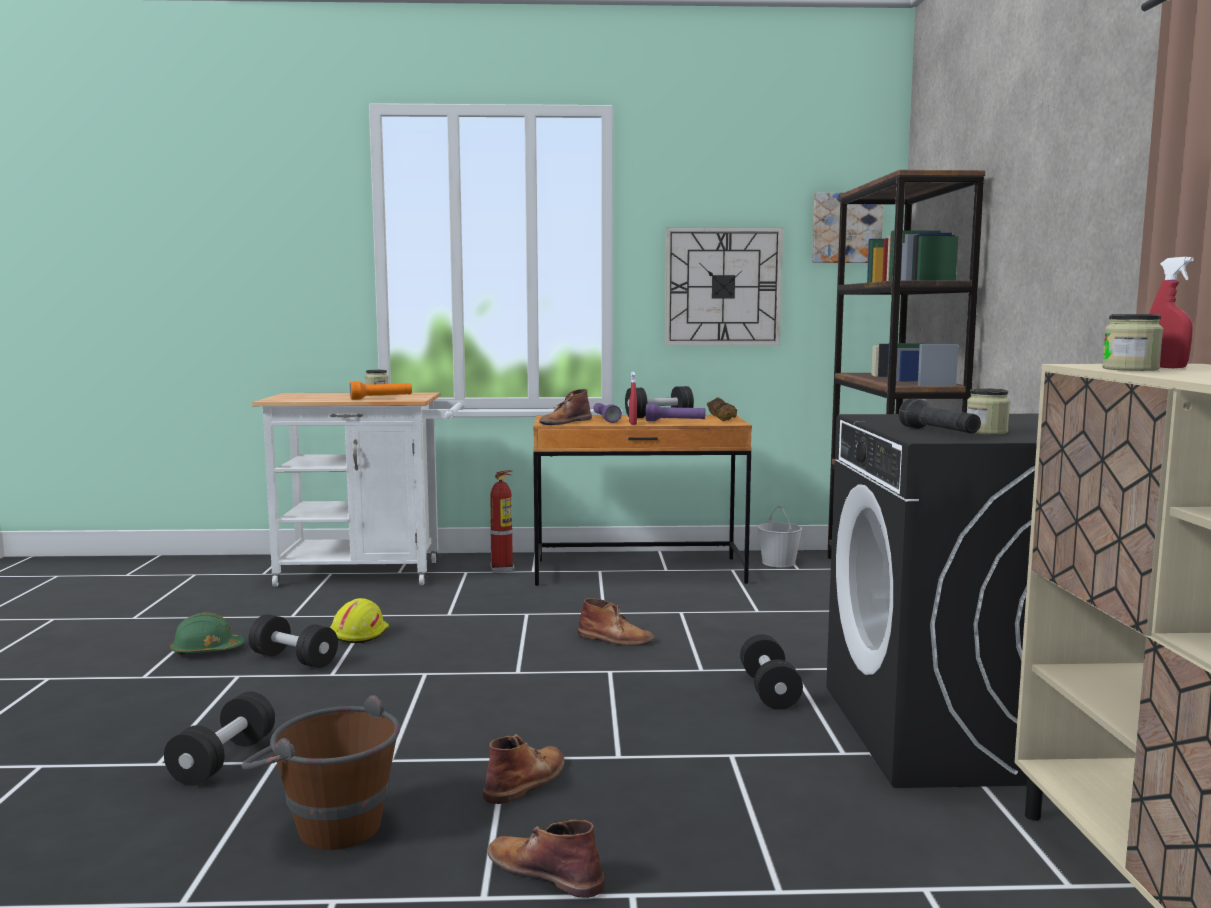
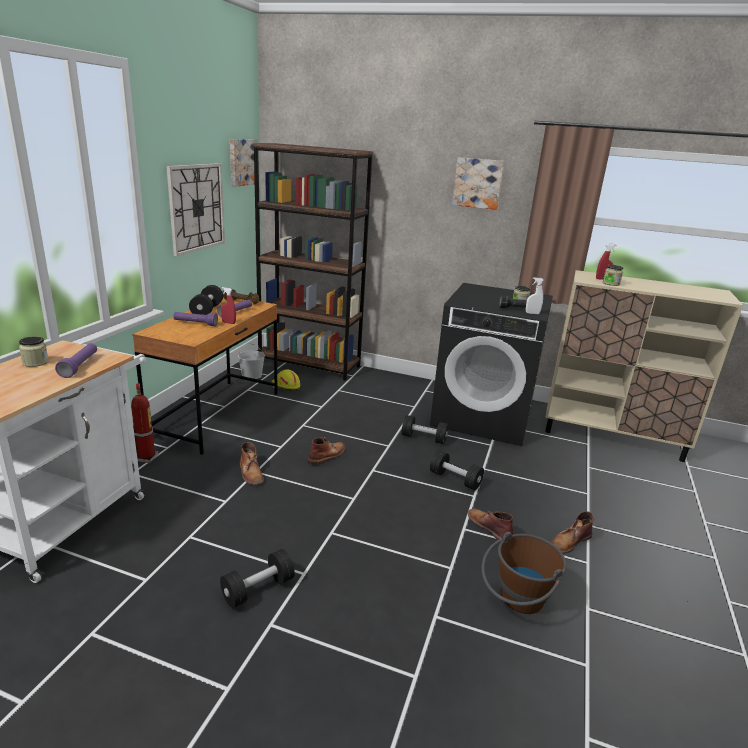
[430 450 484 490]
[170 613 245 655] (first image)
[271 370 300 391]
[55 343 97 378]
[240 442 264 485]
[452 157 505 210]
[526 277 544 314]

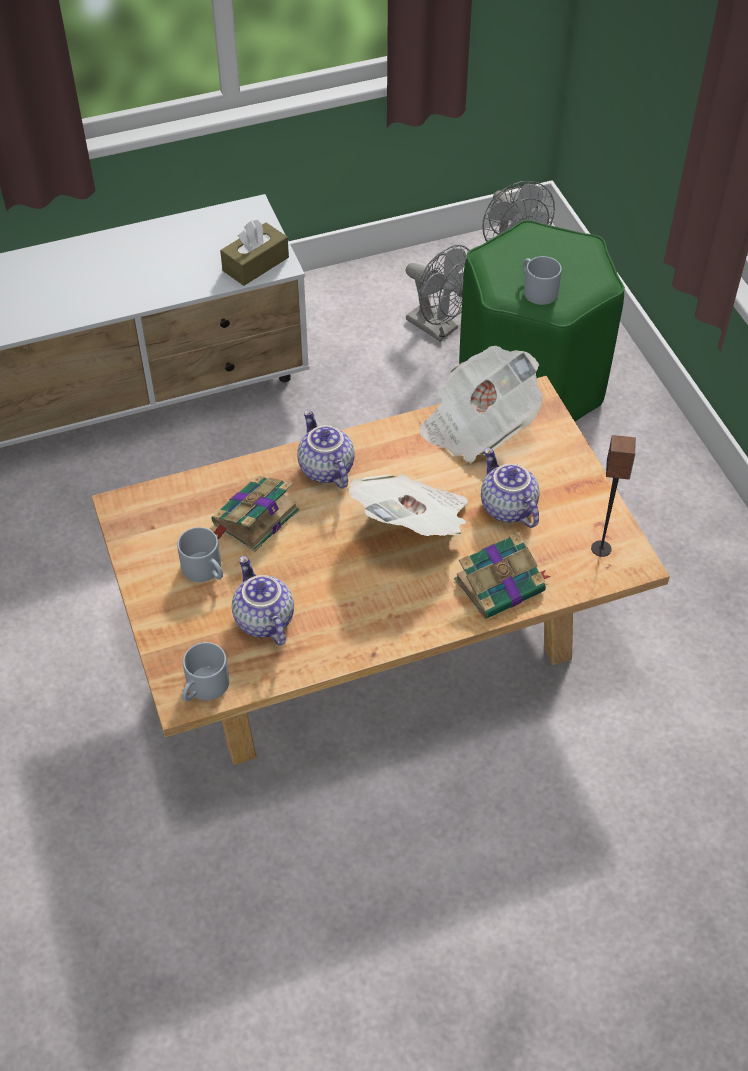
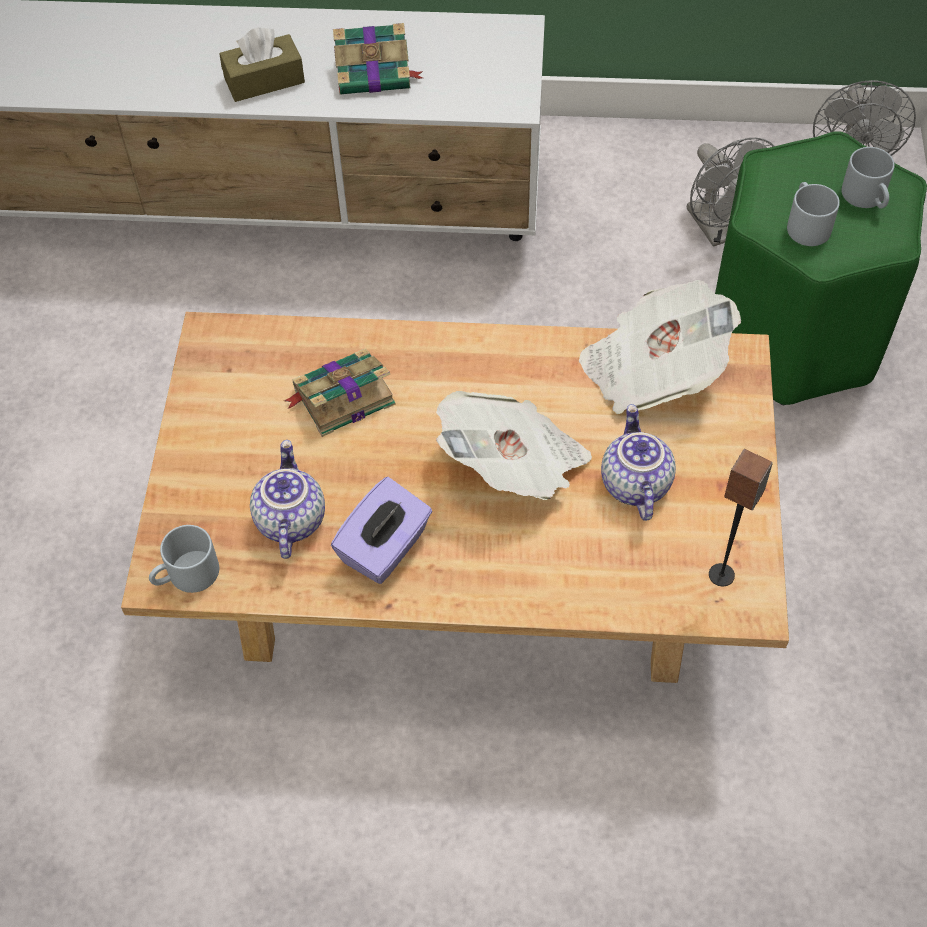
[842 147 895 209]
[219 27 305 102]
[297 410 354 489] (first image)
[333 23 423 95]
[331 477 432 584]

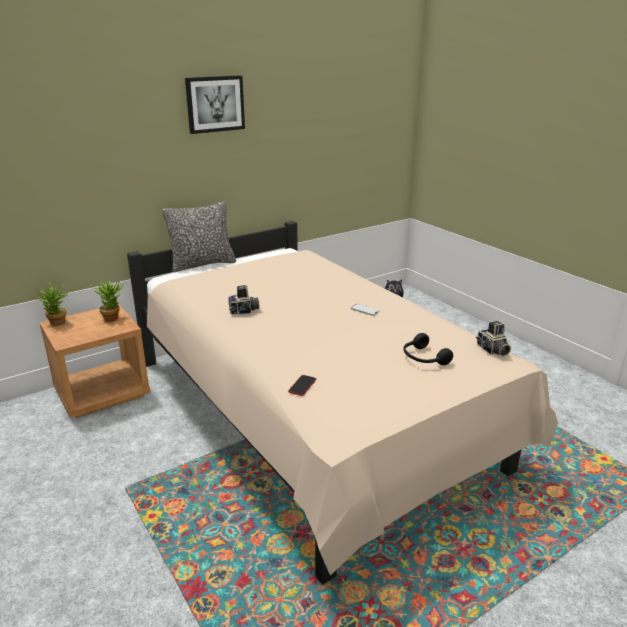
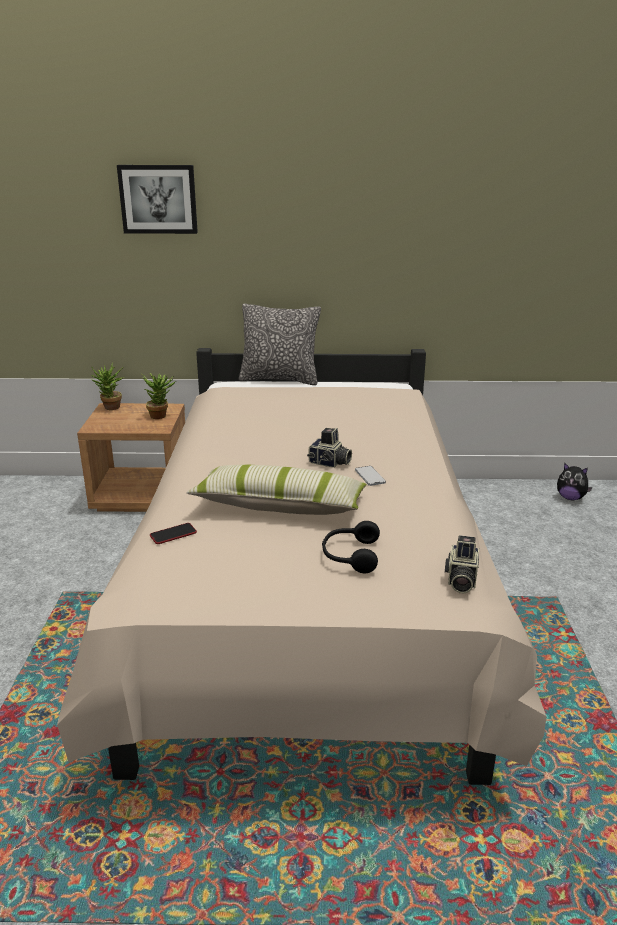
[117 165 198 234]
[307 428 352 468]
[186 464 366 515]

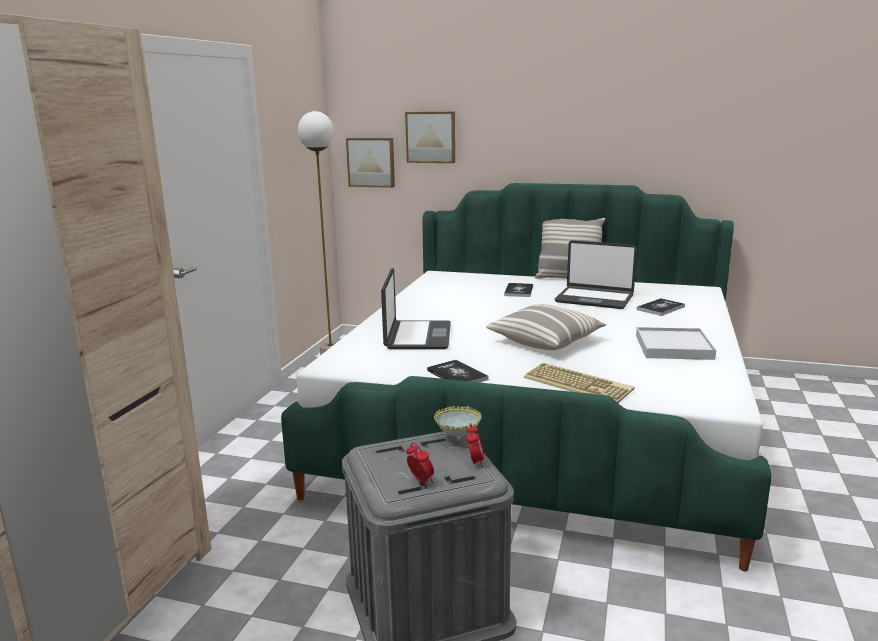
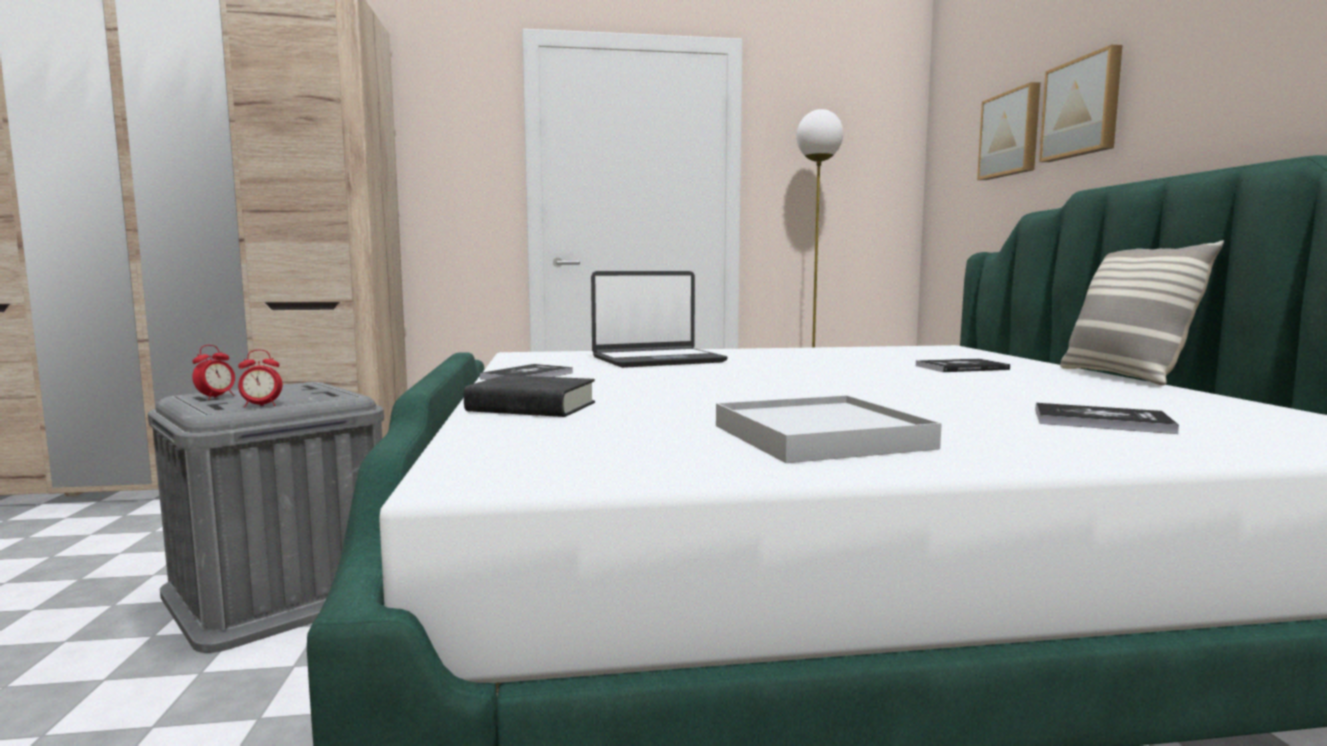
[1039 45 1122 162]
[434 406 482 439] (first image)
[486 304 607 350] (first image)
[464 375 595 417]
[555 240 637 309] (first image)

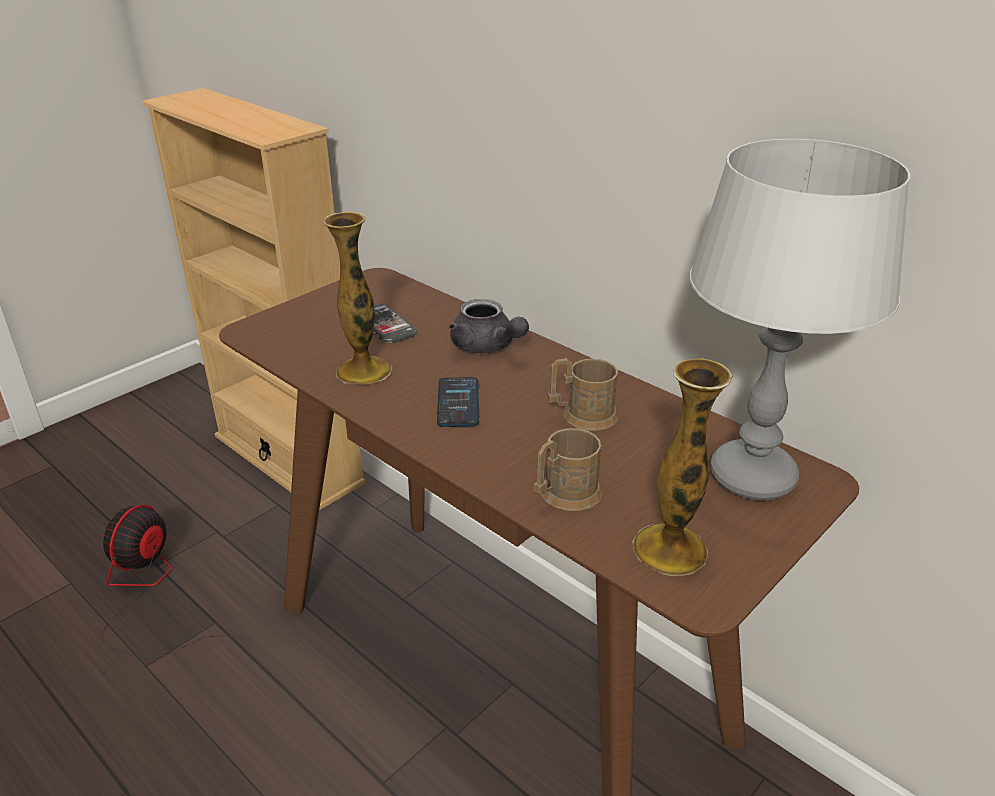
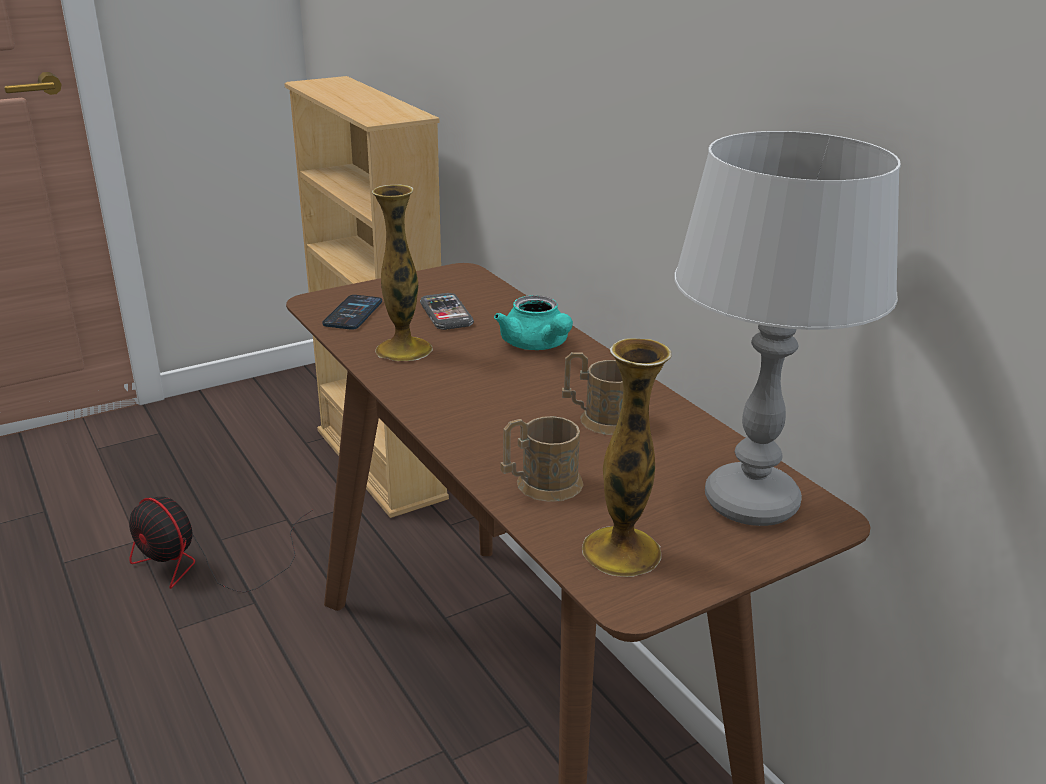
[129 497 313 593]
[322 295 382 330]
[494 295 573 350]

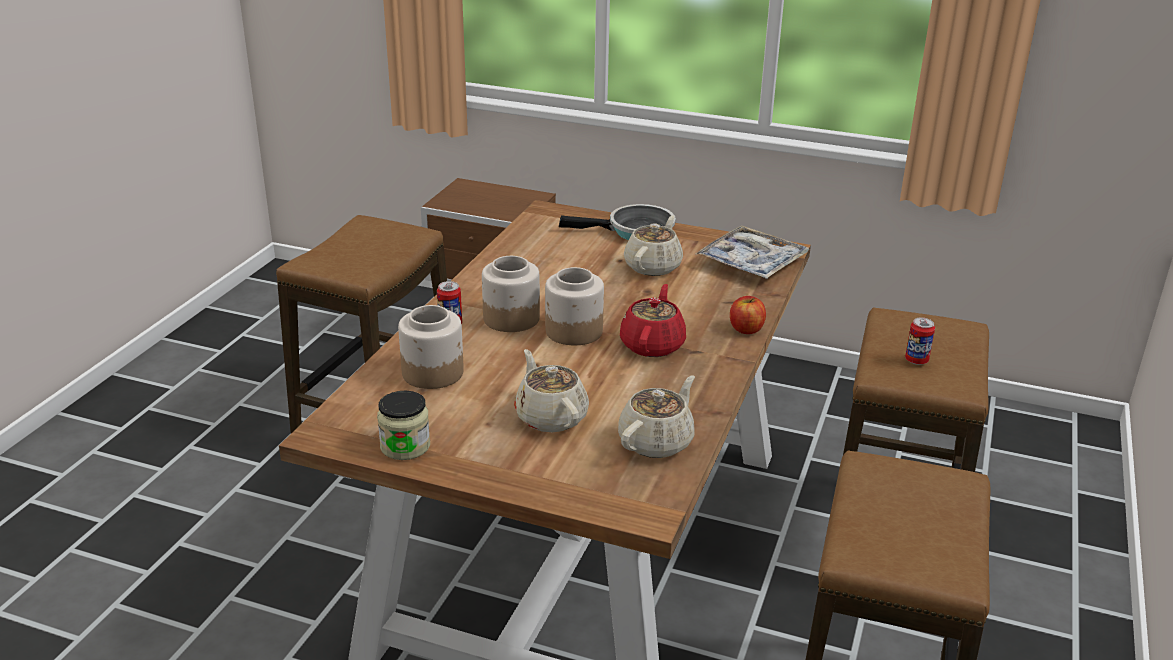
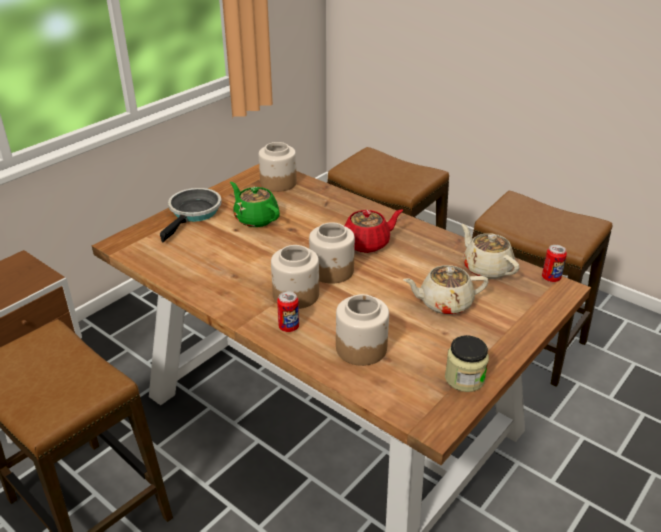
[345 209 403 253]
[230 182 280 227]
[259 142 297 192]
[730 296 766 334] (first image)
[542 245 567 282]

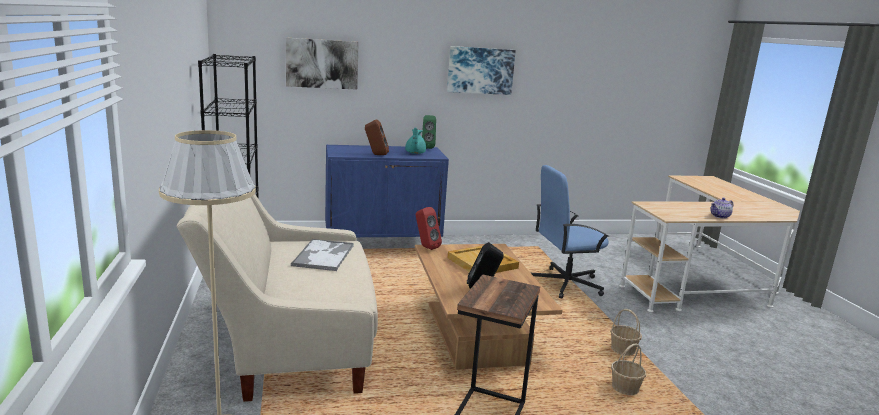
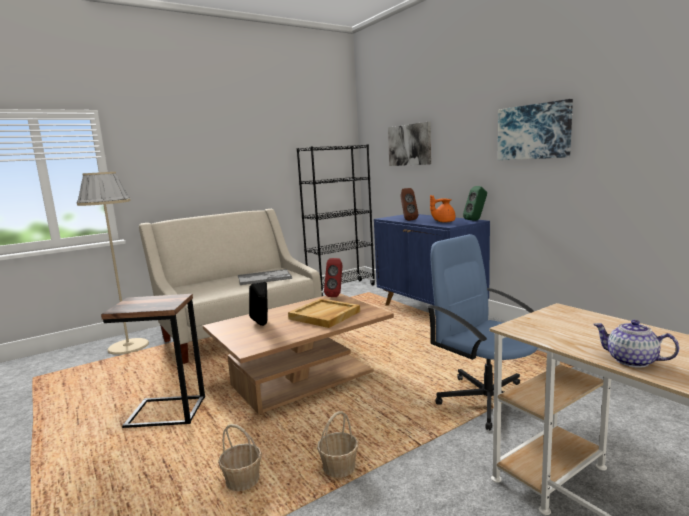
[430 195 456 223]

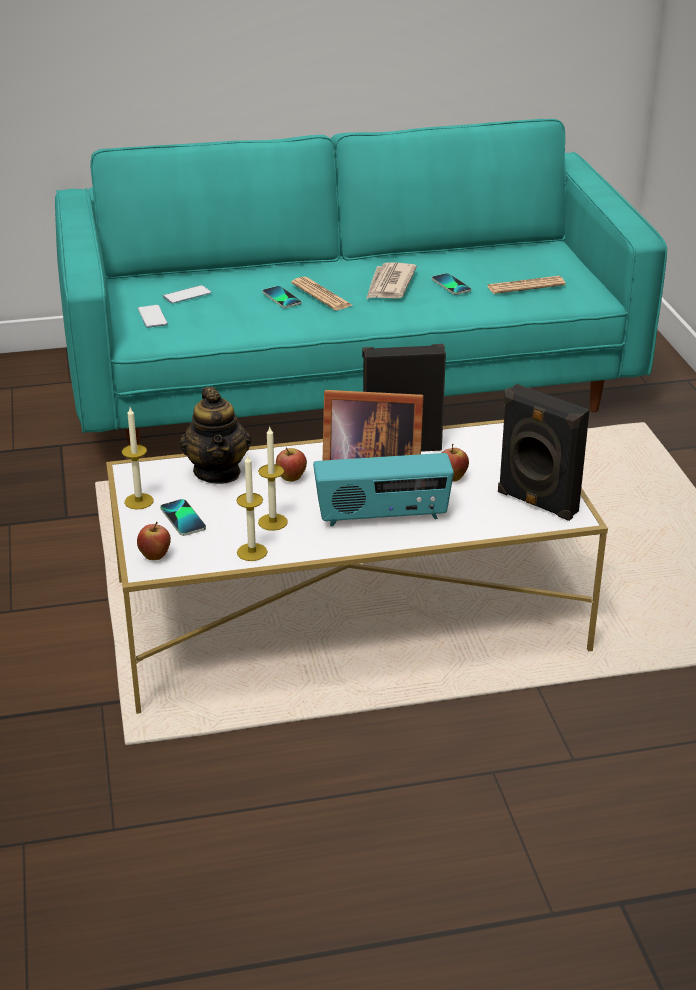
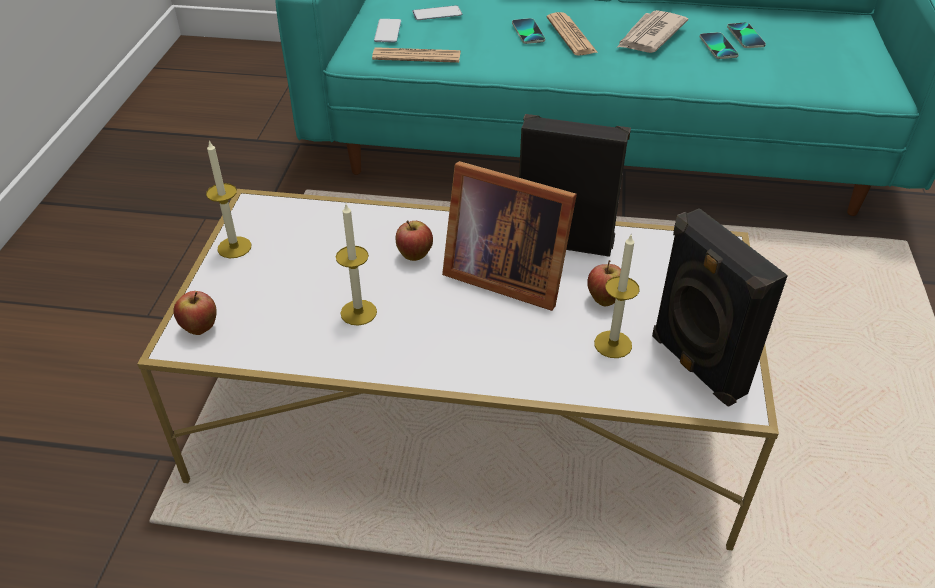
[727 23 766 48]
[180 387 251 484] (first image)
[594 235 640 358]
[313 453 454 526] (first image)
[372 47 461 63]

